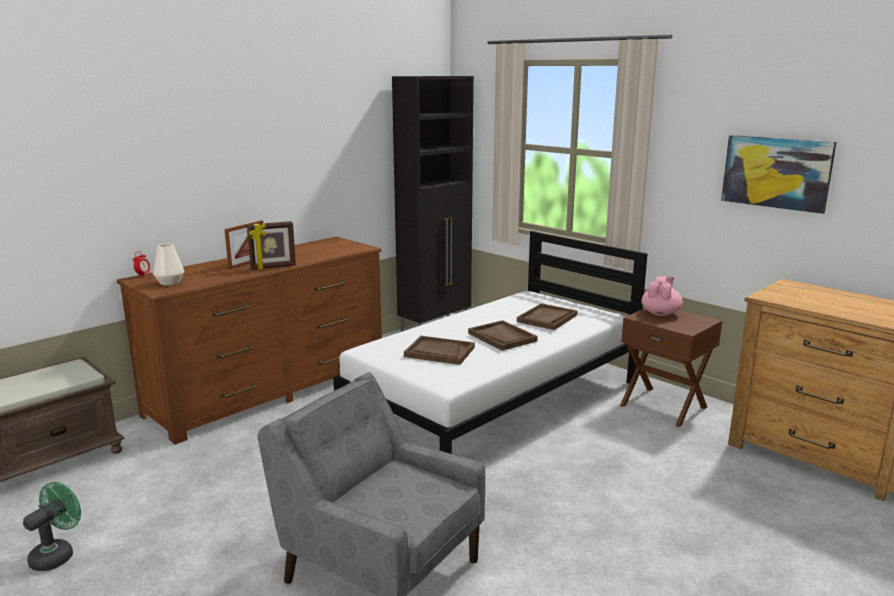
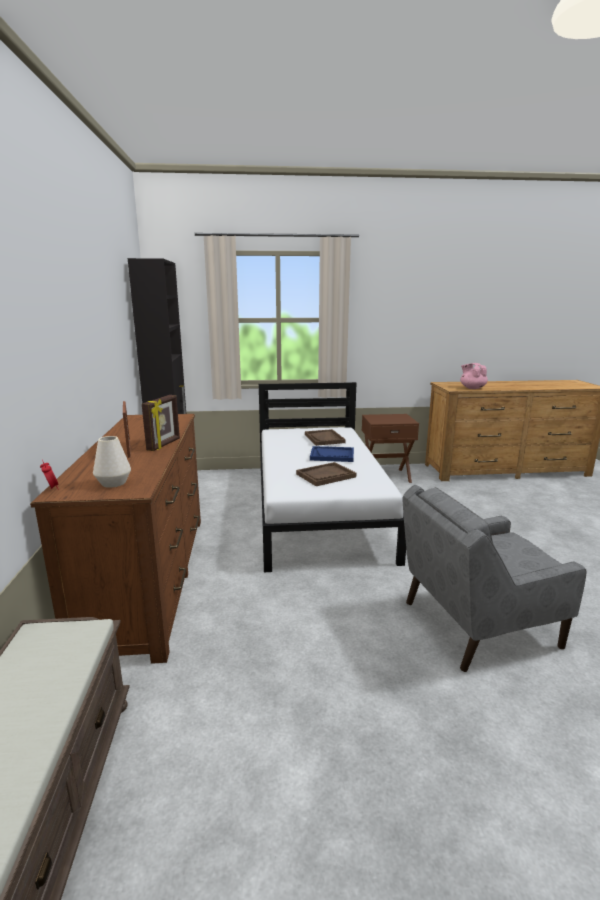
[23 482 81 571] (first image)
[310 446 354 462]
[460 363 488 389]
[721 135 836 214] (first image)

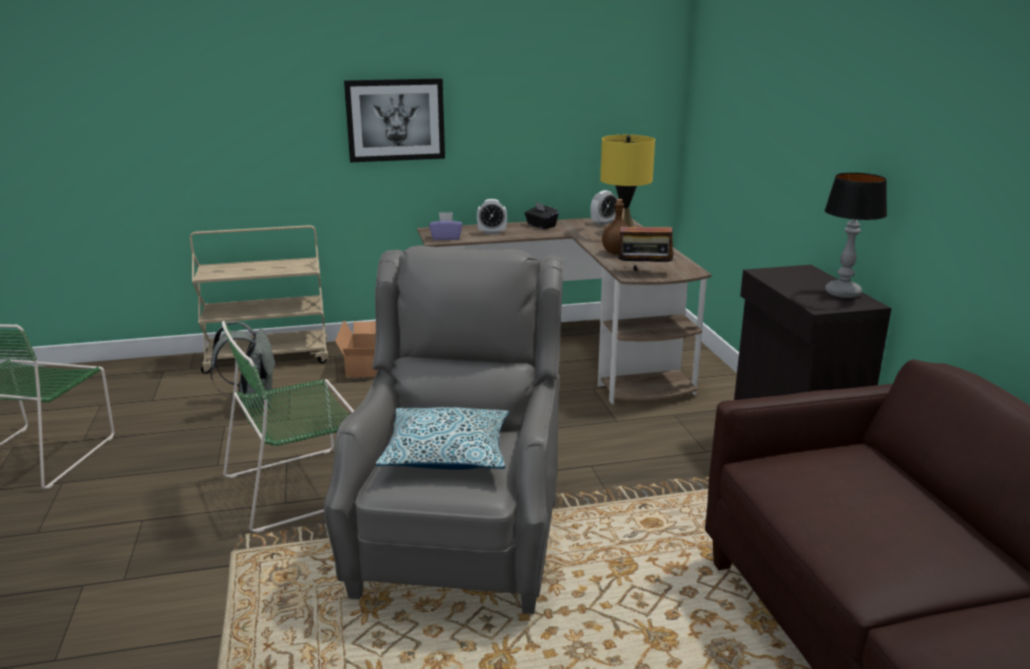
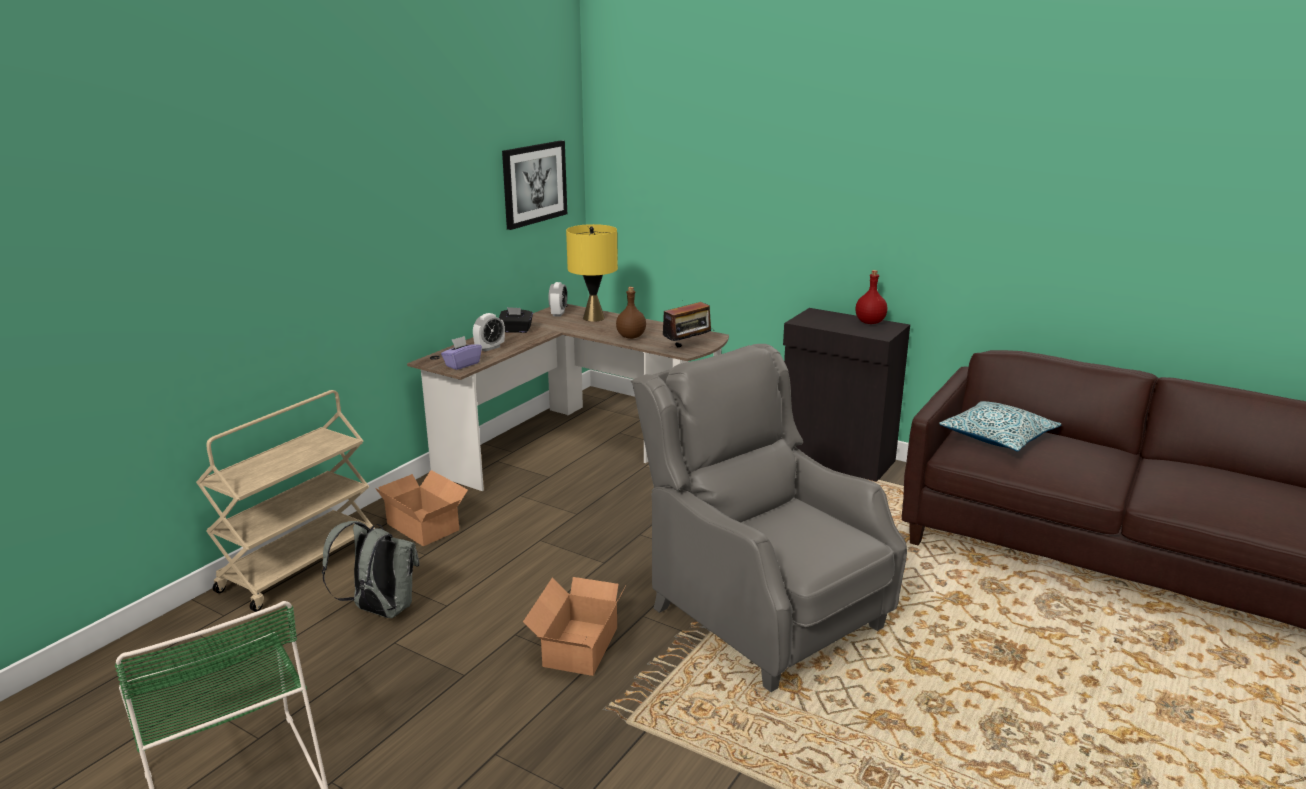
[523 577 626 676]
[502 140 567 230]
[939 401 1061 452]
[855 270 887 324]

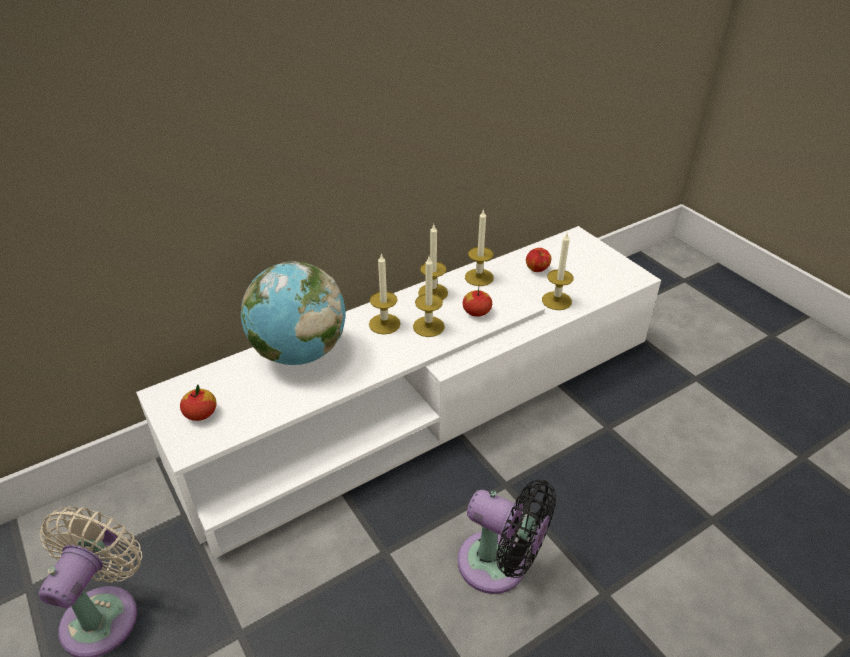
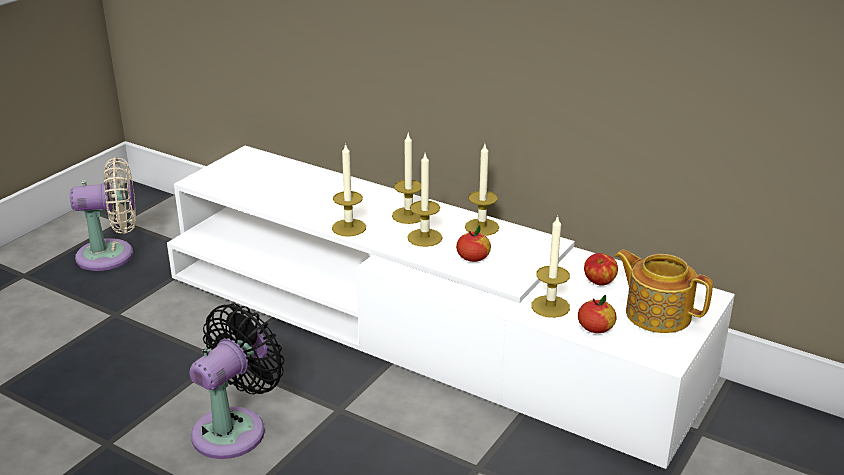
[578 295 616 333]
[241 261 345 365] (first image)
[189 303 284 459]
[332 143 366 236]
[615 249 713 333]

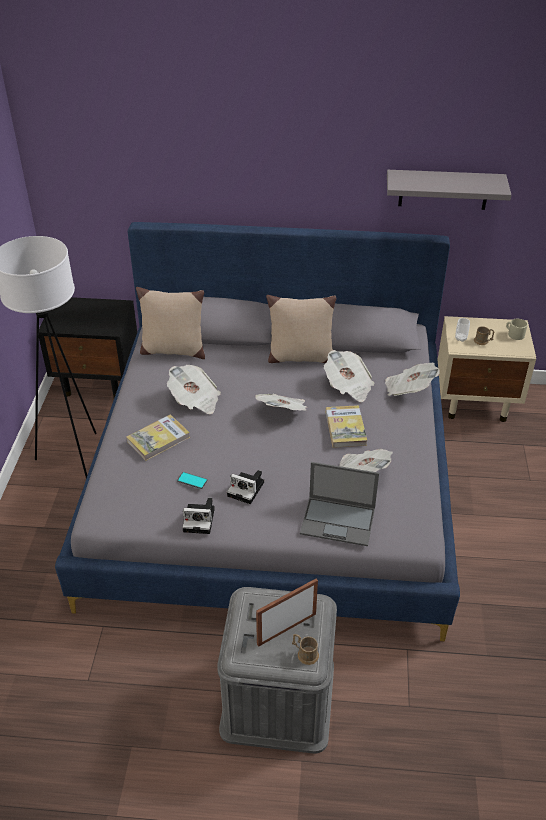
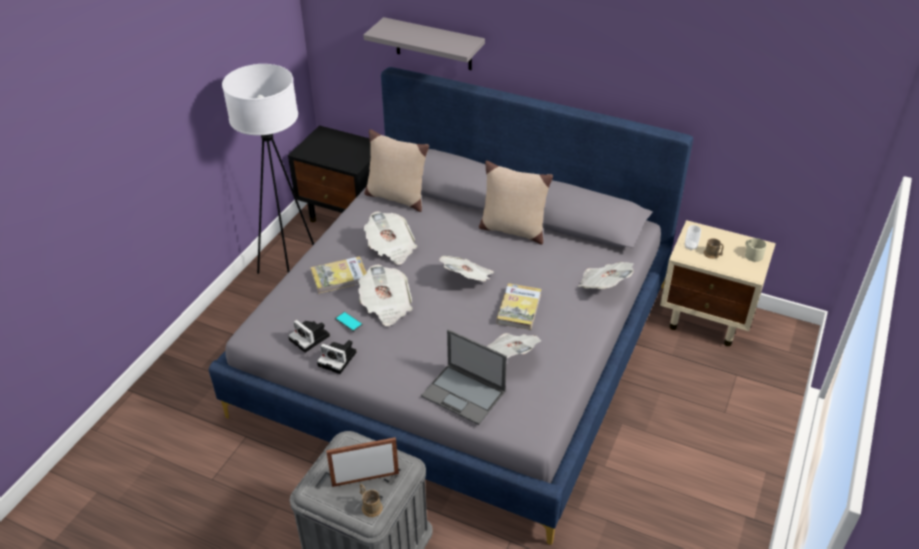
[288 319 330 353]
[358 264 413 326]
[363 17 485 70]

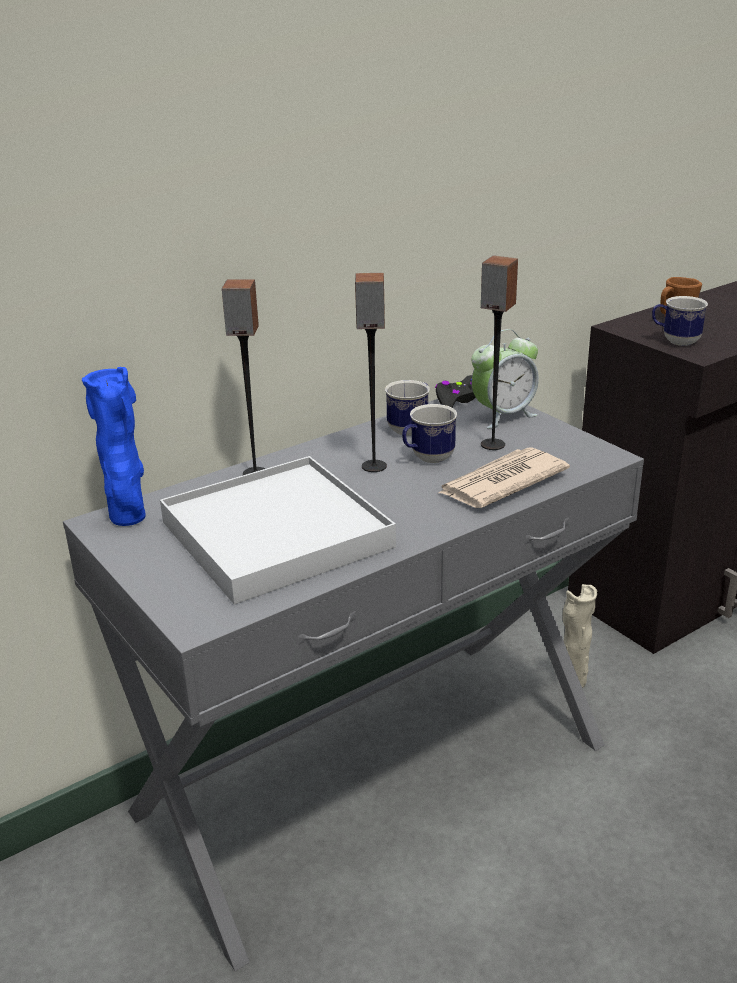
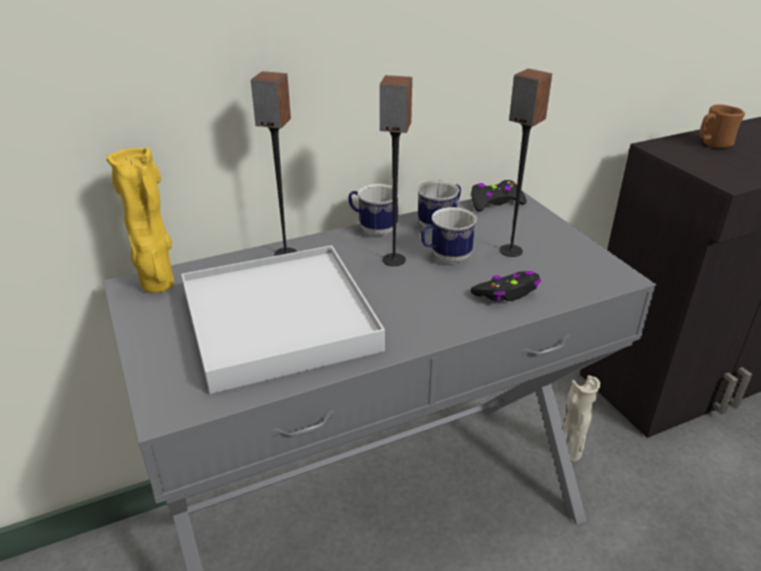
[106 147 174 293]
[470 271 541 301]
[471 329 539 429] (first image)
[348 184 400 236]

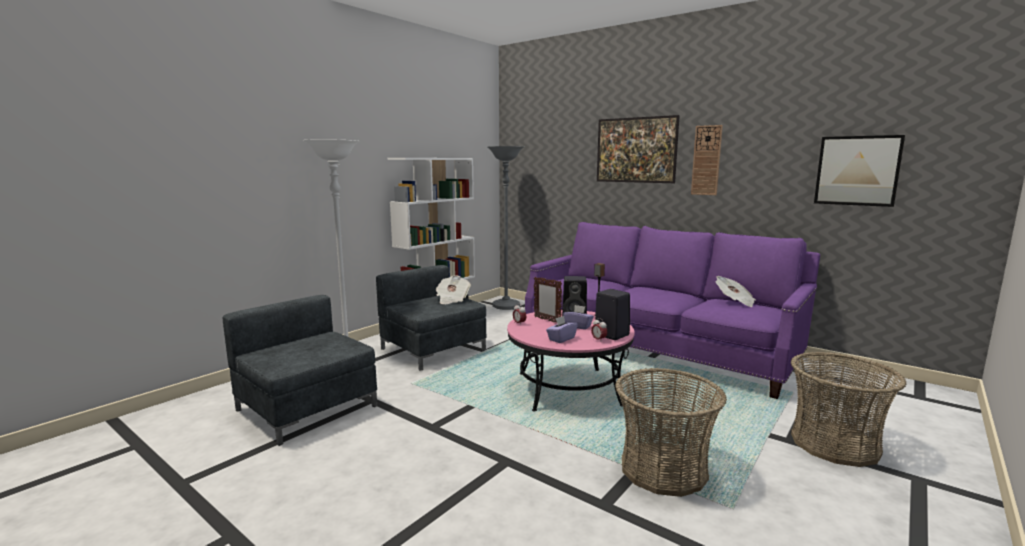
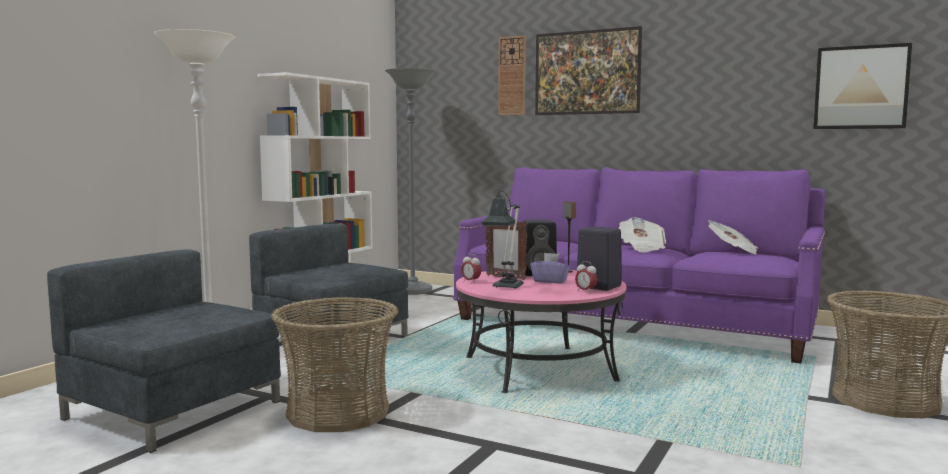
[619 217 666 252]
[546 316 578 343] (first image)
[271 297 399 432]
[498 35 526 115]
[481 191 524 289]

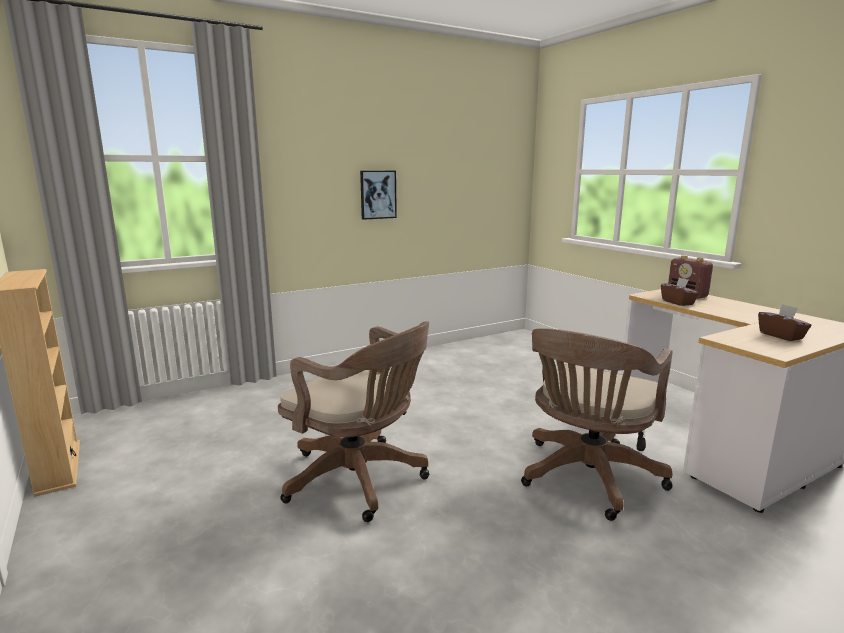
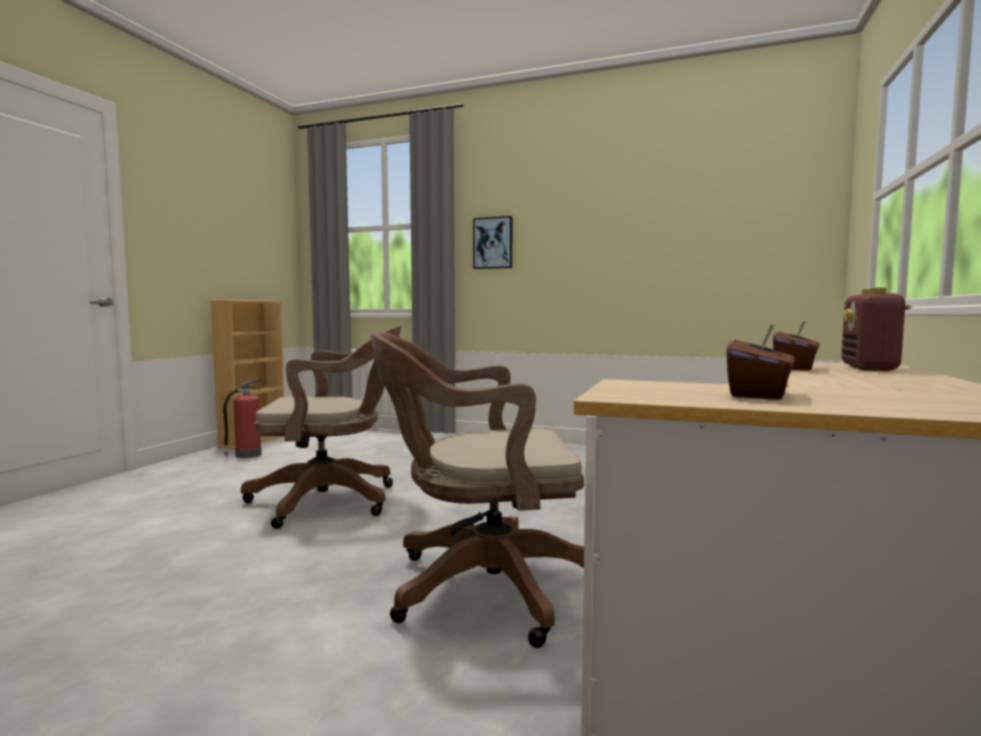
[241 325 401 529]
[473 216 512 269]
[223 379 262 458]

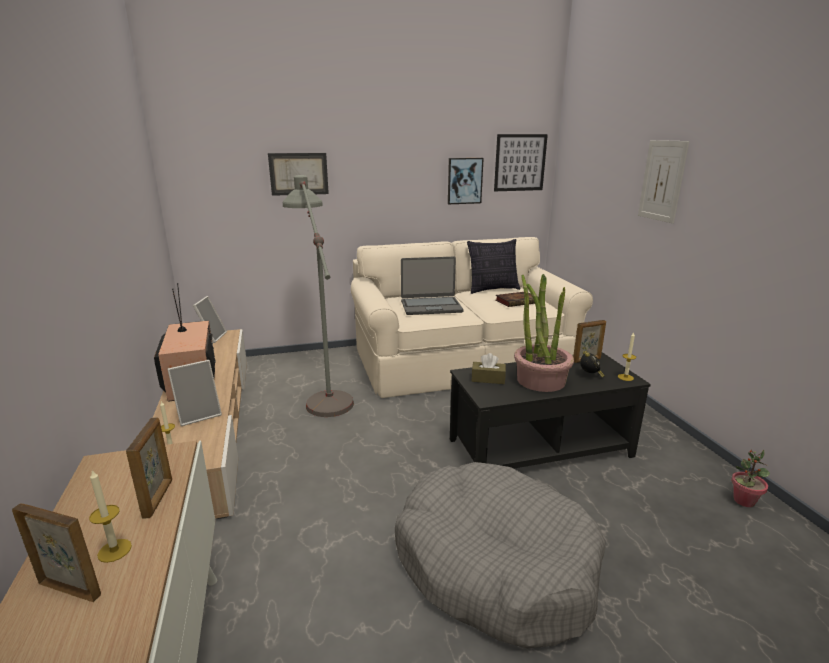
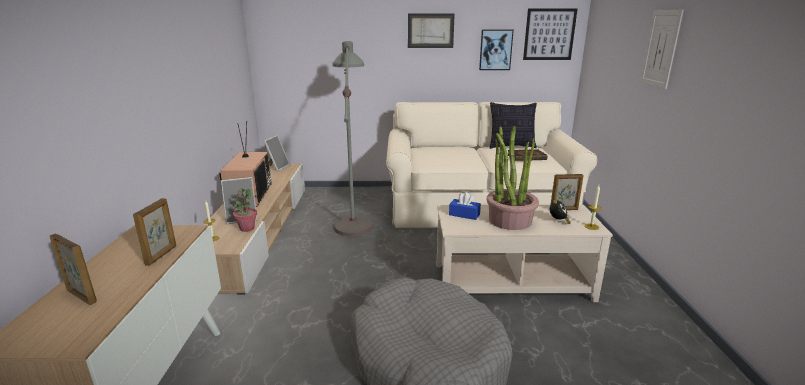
[89 470 132 563] (first image)
[408 13 455 48]
[401 257 463 315] (first image)
[437 205 613 302]
[449 192 481 220]
[233 188 257 232]

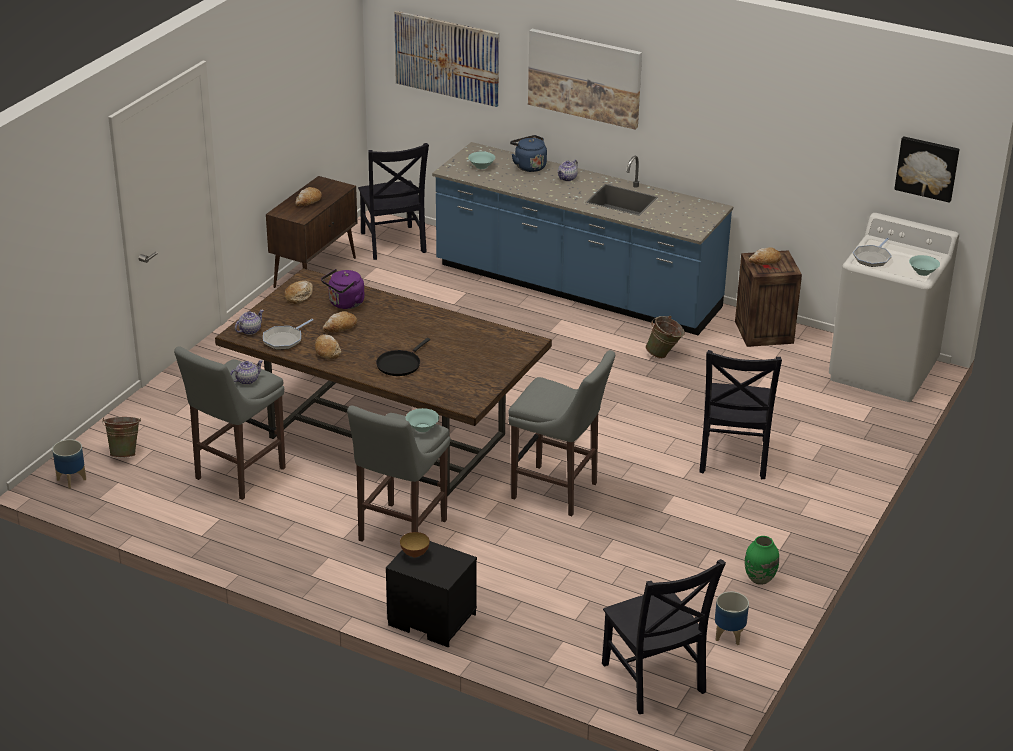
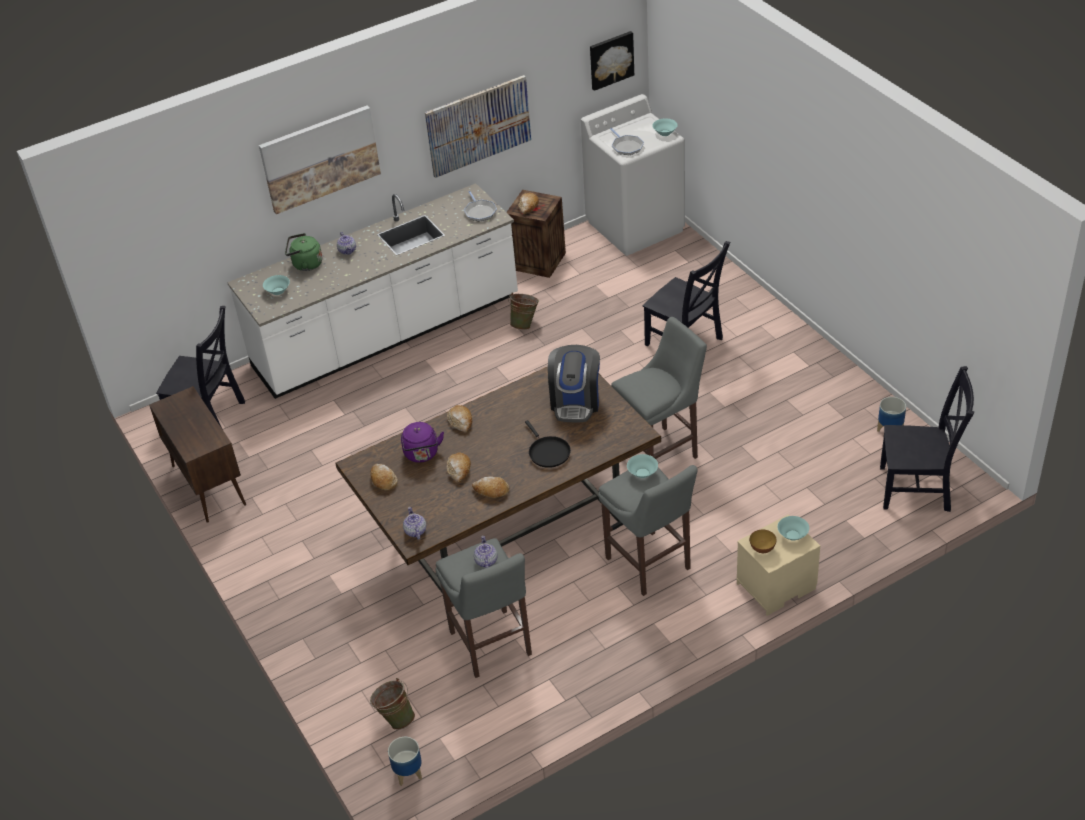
[464 191 497 222]
[447 405 472 432]
[736 515 820 616]
[425 75 531 178]
[227 183 518 399]
[285 233 322 271]
[745 536 779 585] (first image)
[548 345 600 423]
[777 516 809 541]

